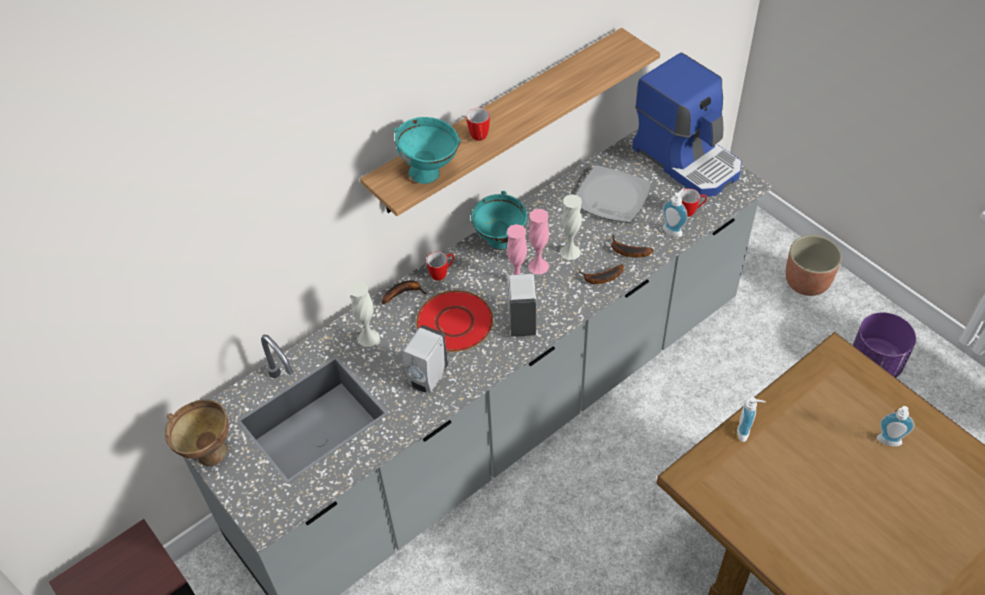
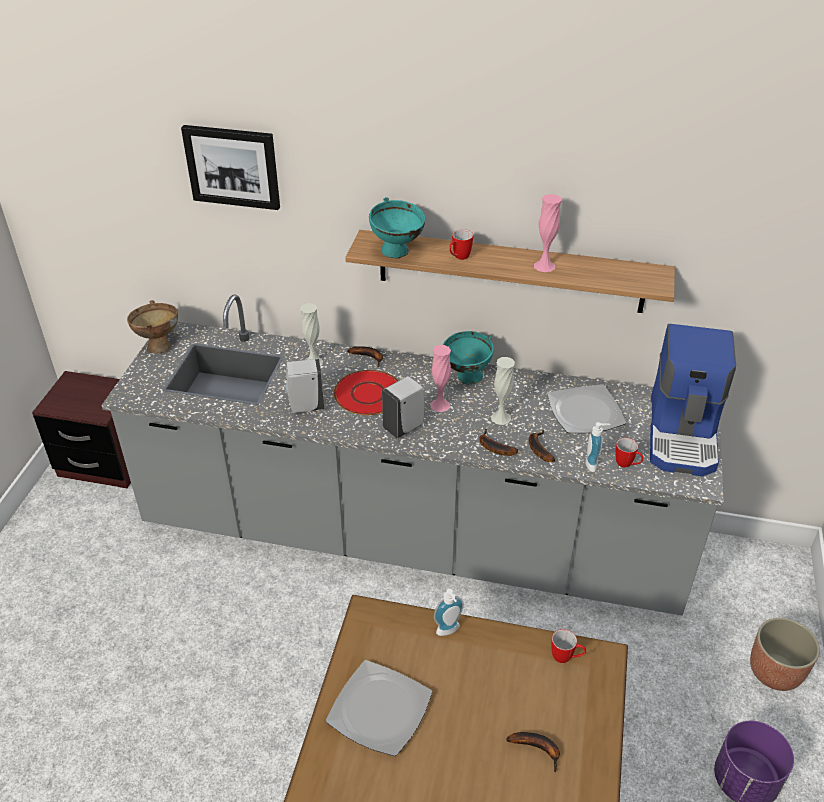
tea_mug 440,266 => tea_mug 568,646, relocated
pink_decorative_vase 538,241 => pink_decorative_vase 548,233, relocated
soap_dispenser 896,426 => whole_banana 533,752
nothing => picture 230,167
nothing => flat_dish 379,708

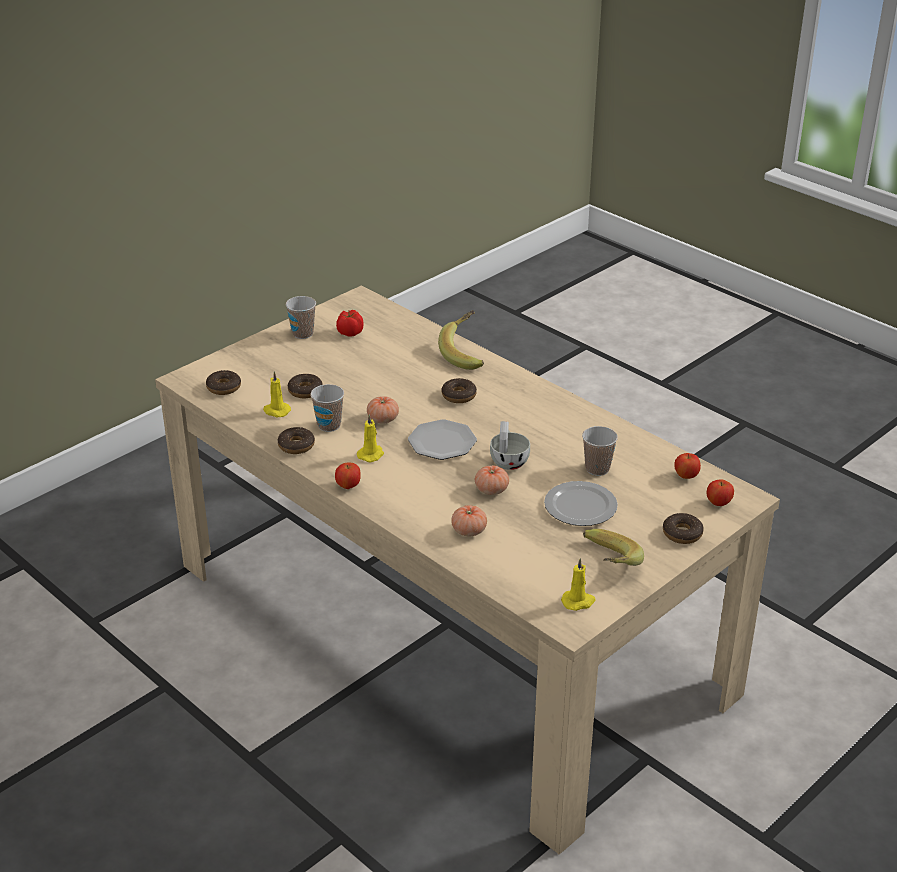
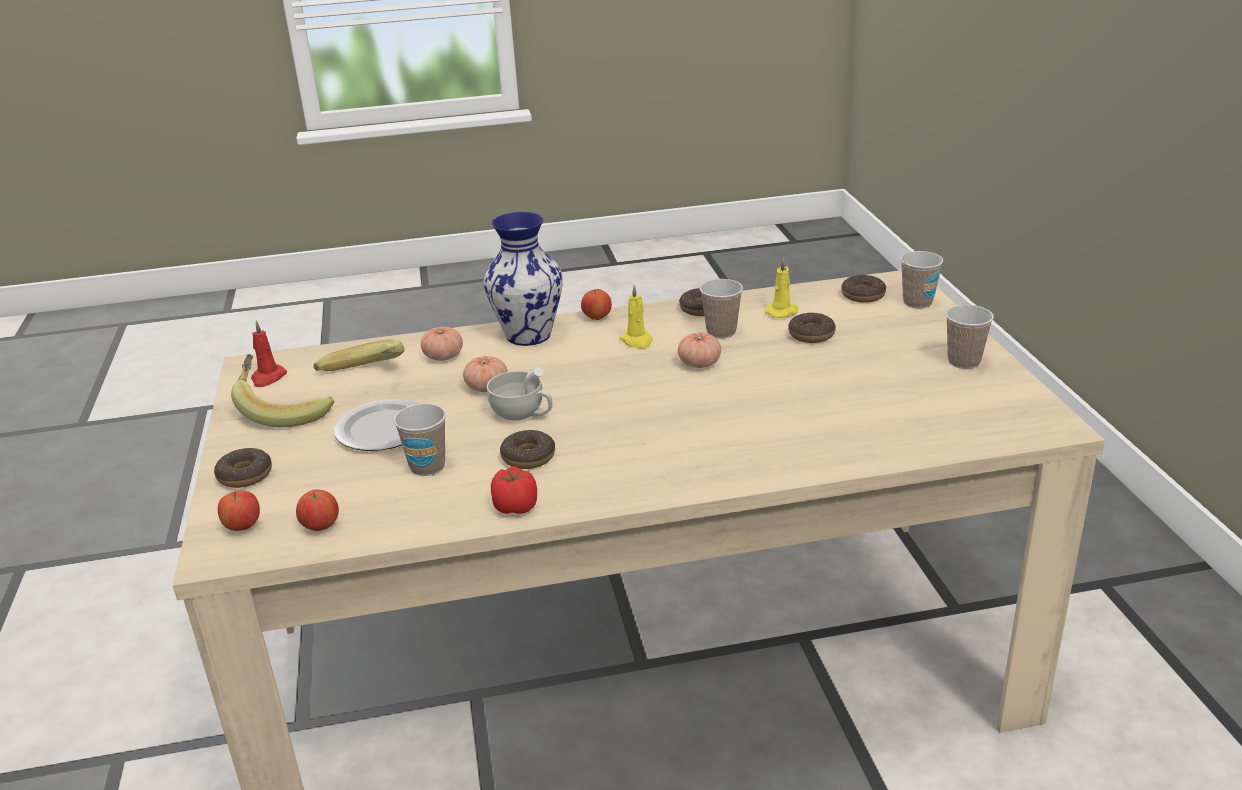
whole_tomato 350,323 => whole_tomato 514,490, relocated
flat_dish 442,439 => nothing
whole_banana 461,340 => whole_banana 359,355, relocated
ring_doughnut 459,390 => ring_doughnut 527,449, relocated
yellow-coloured_candle 578,584 => reddish_candle 269,354
nothing => decorative_vase 523,279
nothing => cup 921,280

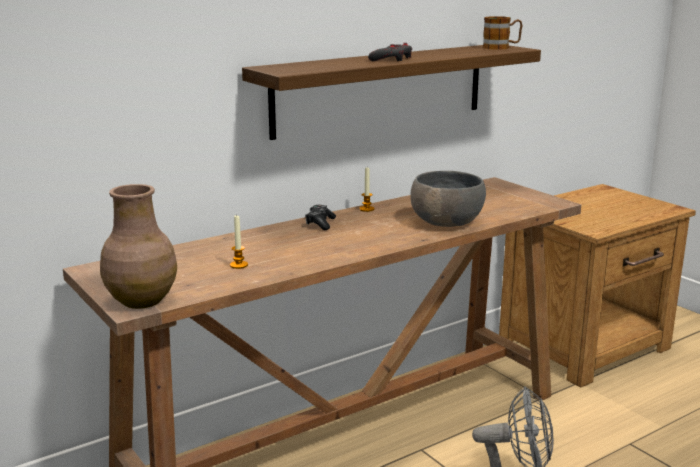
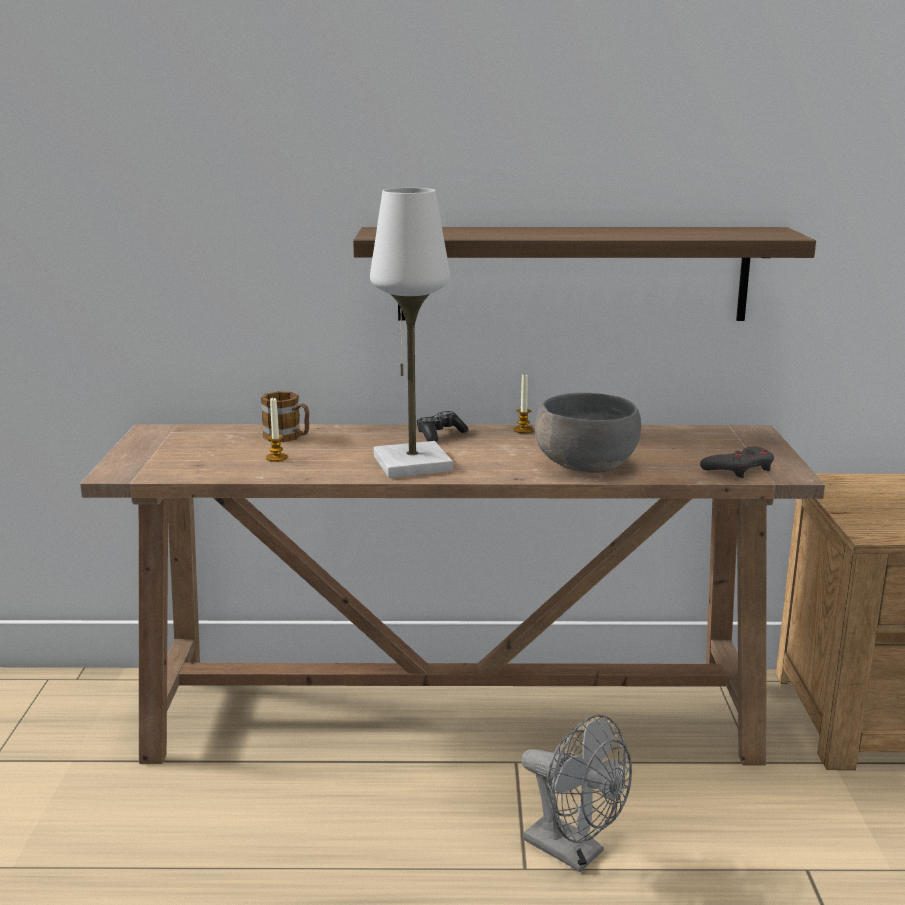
brown-coloured_decorative_vase 138,246 => nothing
greyish_joypad 390,52 => greyish_joypad 737,462, relocated
tea_mug 503,33 => tea_mug 285,416, relocated
nothing => white-coloured_tabletop_lamp 411,333

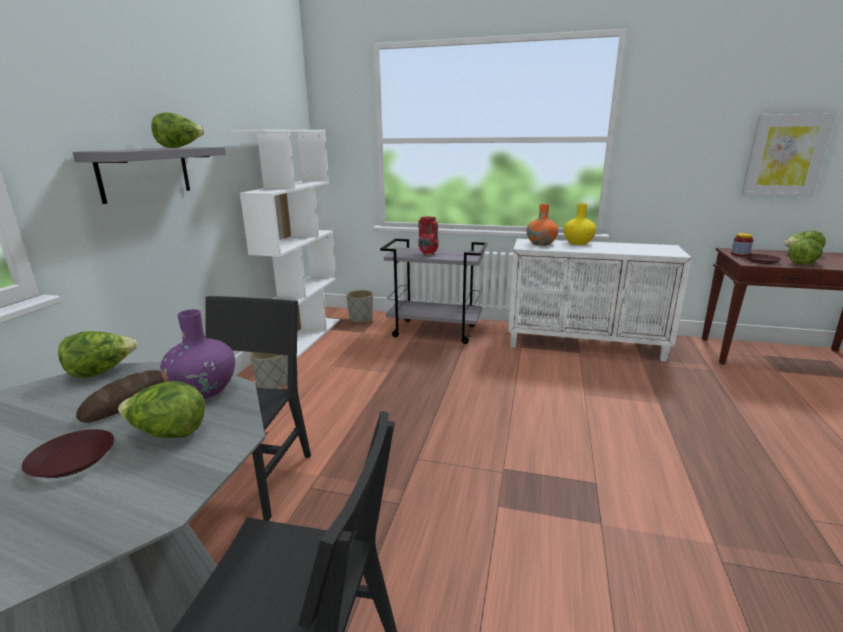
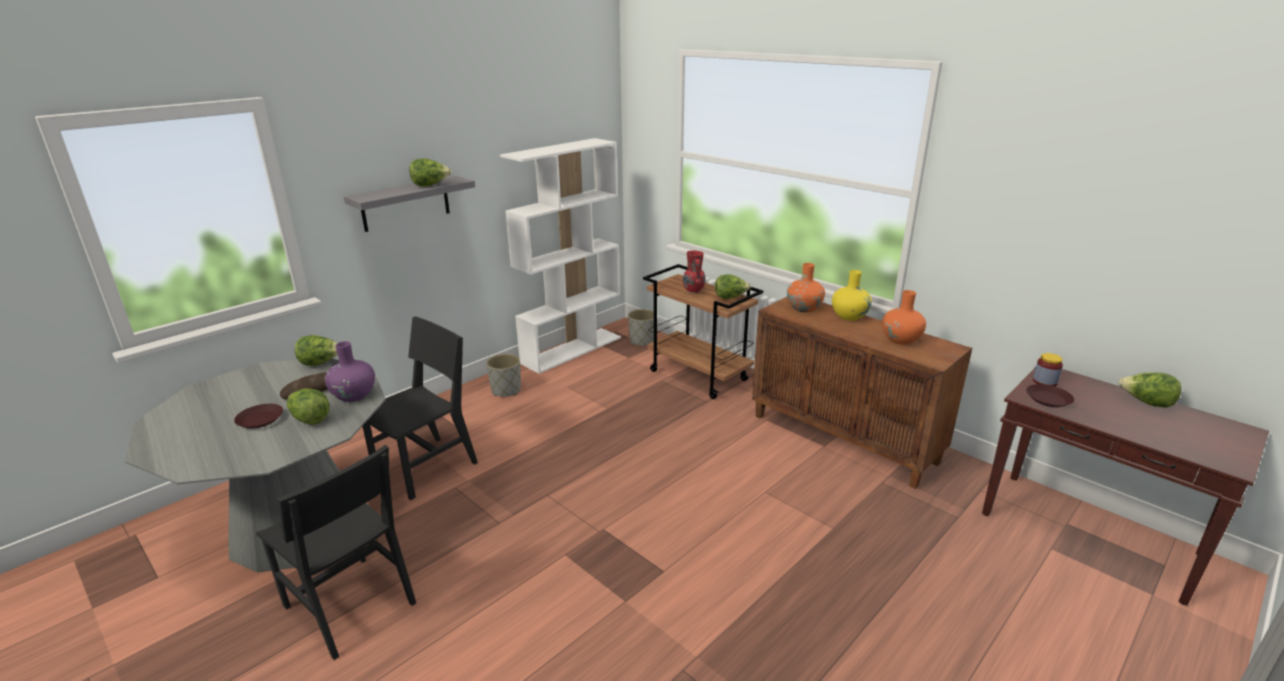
greyish_trolley 433,291 => brown-coloured_trolley 703,331
white-coloured_storage_cabinet 600,300 => brown-coloured_storage_cabinet 862,393
picture 788,155 => nothing
head_of_lettuce 805,252 => head_of_lettuce 733,286, relocated
nothing => orange-coloured_decorative_vase 904,317

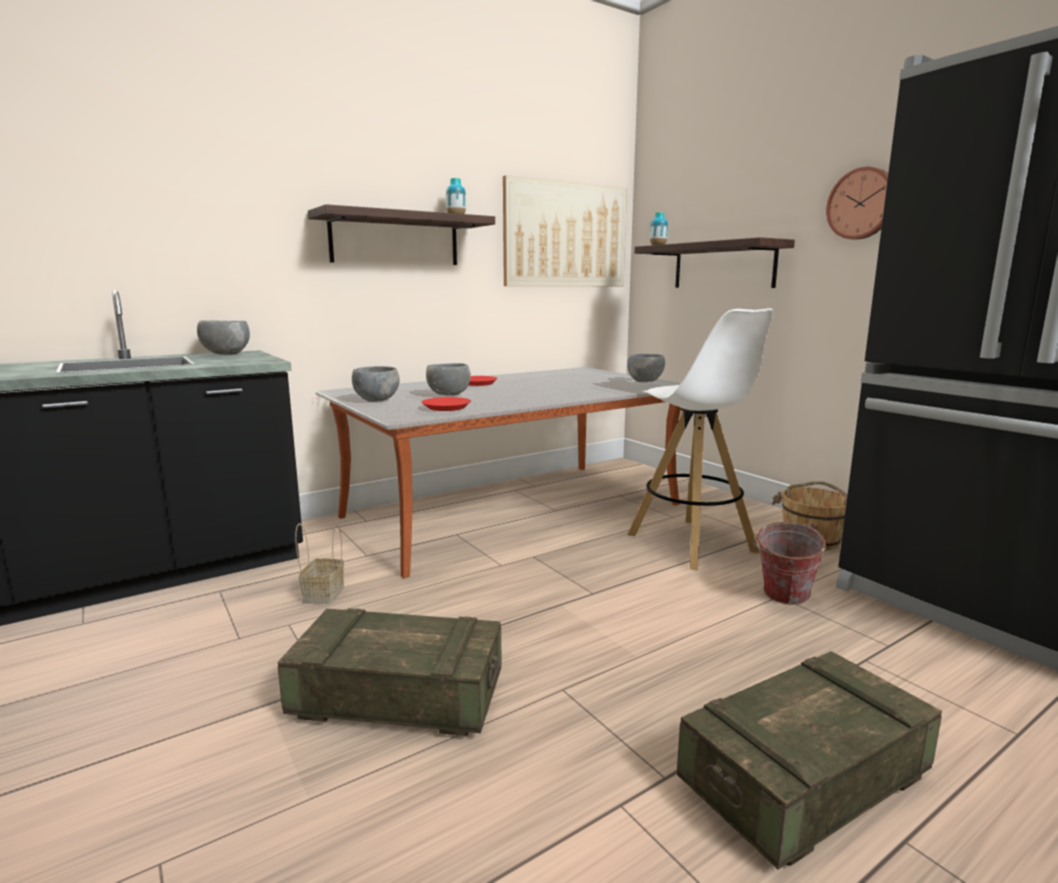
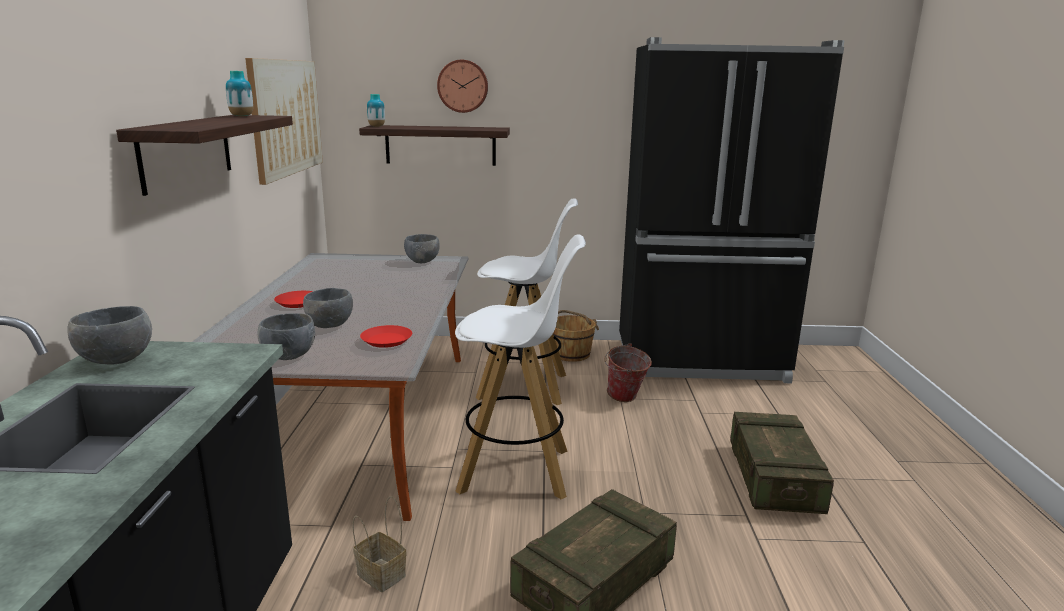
clock_on_the_wall 857,203 => clock_on_the_wall 462,86, relocated
nothing => white-coloured_sitting_stool 520,366

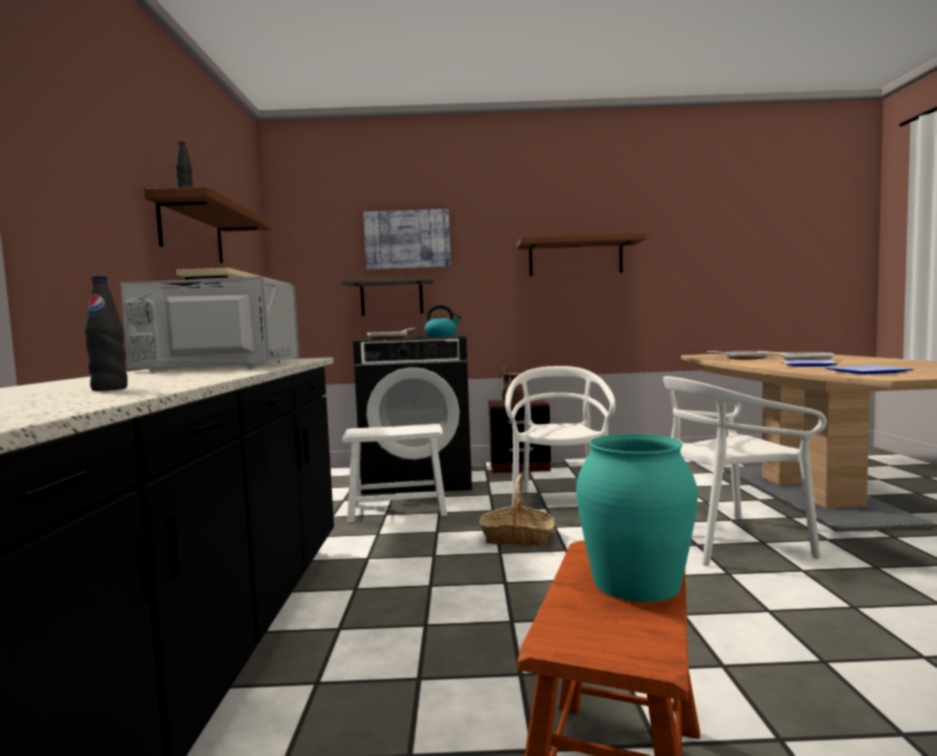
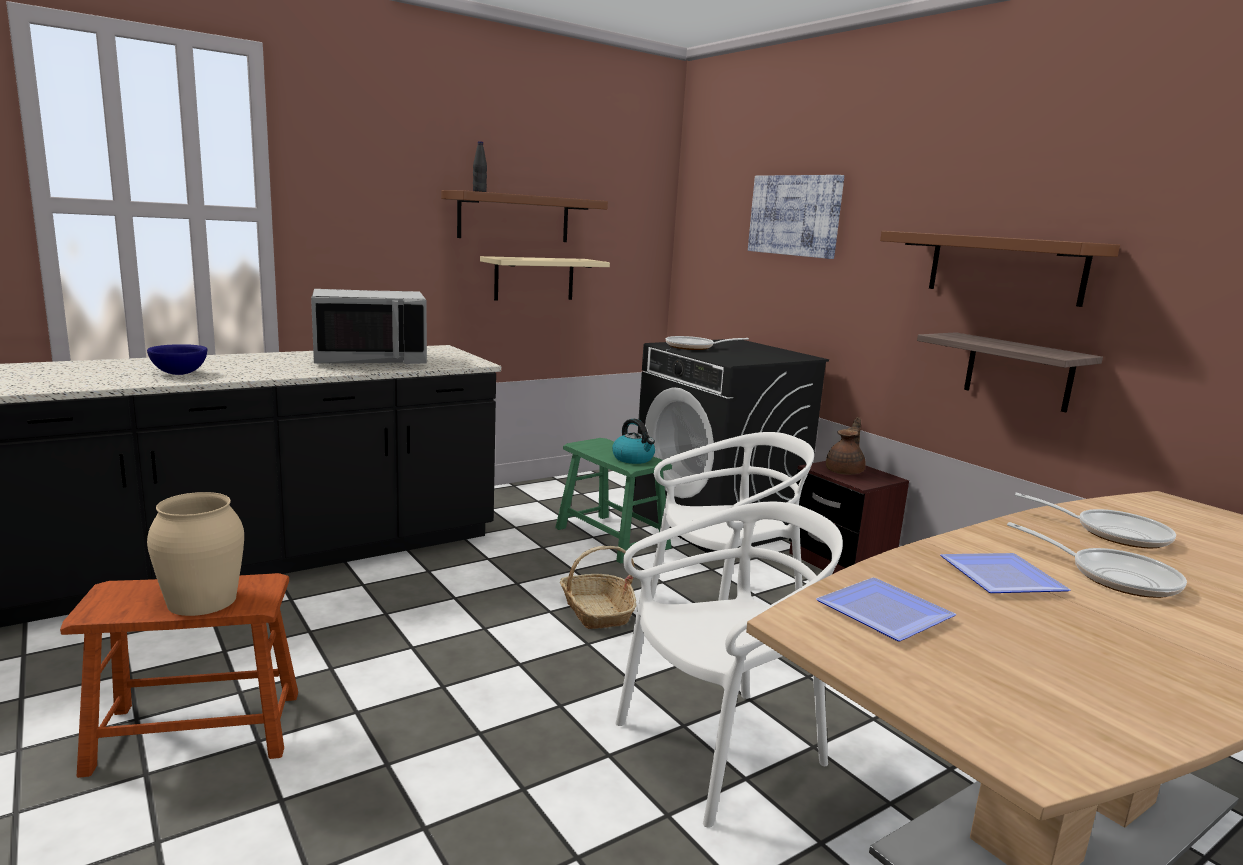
black-coloured_bottle 106,333 => bluish_bowl 177,359
greyish_microwave 209,324 => greyish_microwave 369,326, 105 degrees clockwise
wall_shelf 387,296 => wall_shelf 1010,372, relocated
white-coloured_sitting_stool 394,473 => green-coloured_sitting_stool 613,501
water_kettle 442,321 => water_kettle 633,441, relocated
turquoise_decorative_vase 637,518 => sand-coloured_decorative_vase 195,554
white-coloured_upright_chair 745,471 => white-coloured_upright_chair 729,665, 105 degrees clockwise

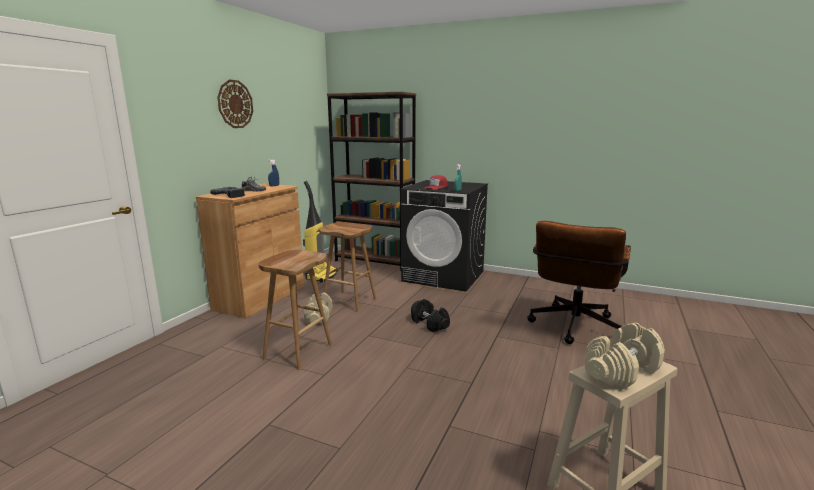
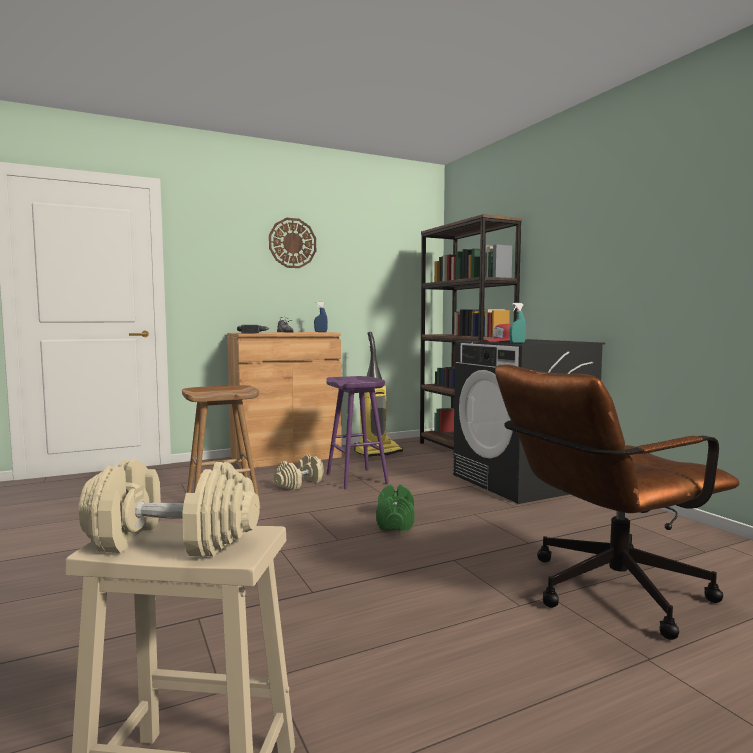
brown-coloured_sitting_stool 347,267 => purplish_sitting_stool 357,432
black-coloured_hand_weight 430,315 => green-coloured_hand_weight 395,507

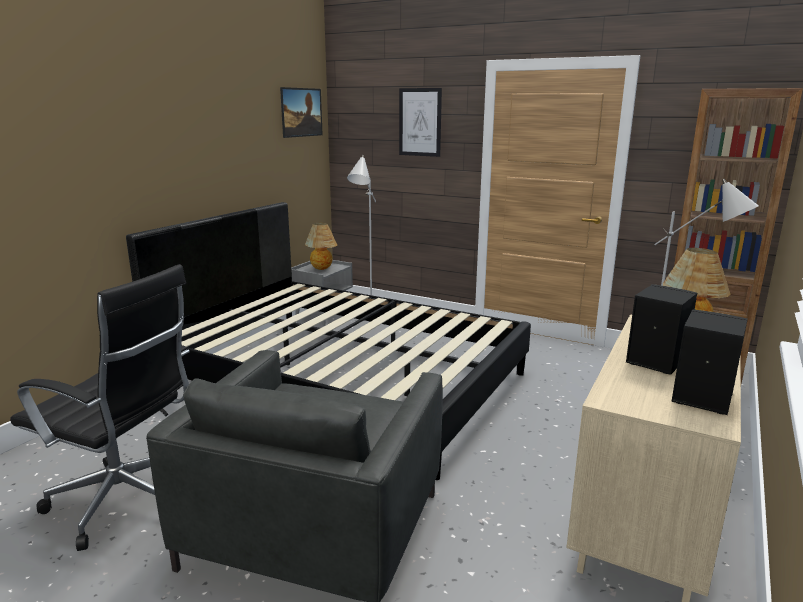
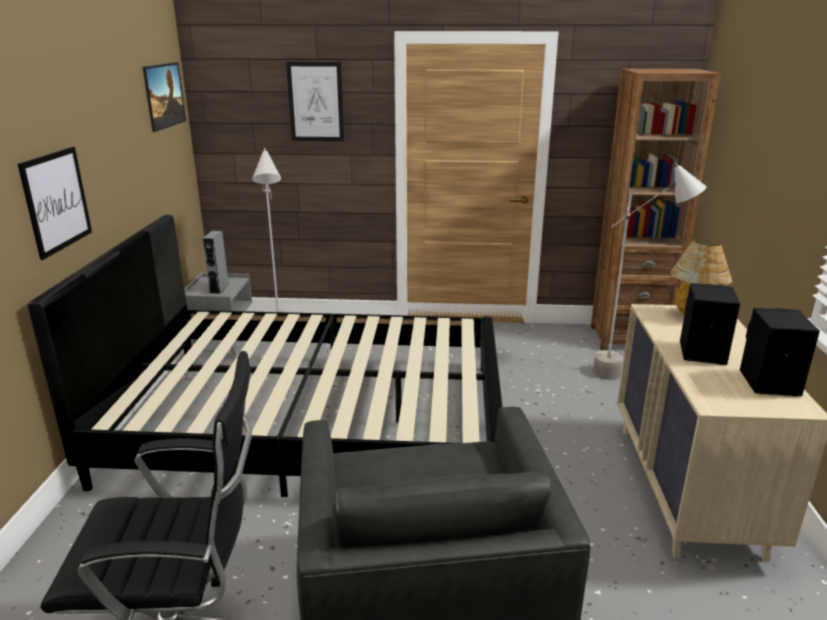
tabletop_lamp 321,246 => greyish_speaker 215,262
nothing => picture 55,203

